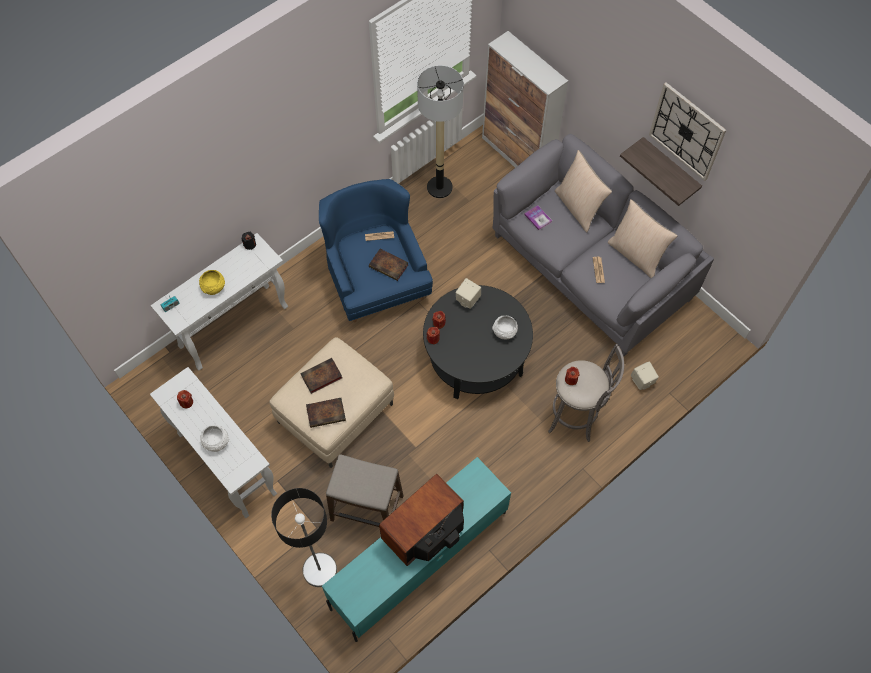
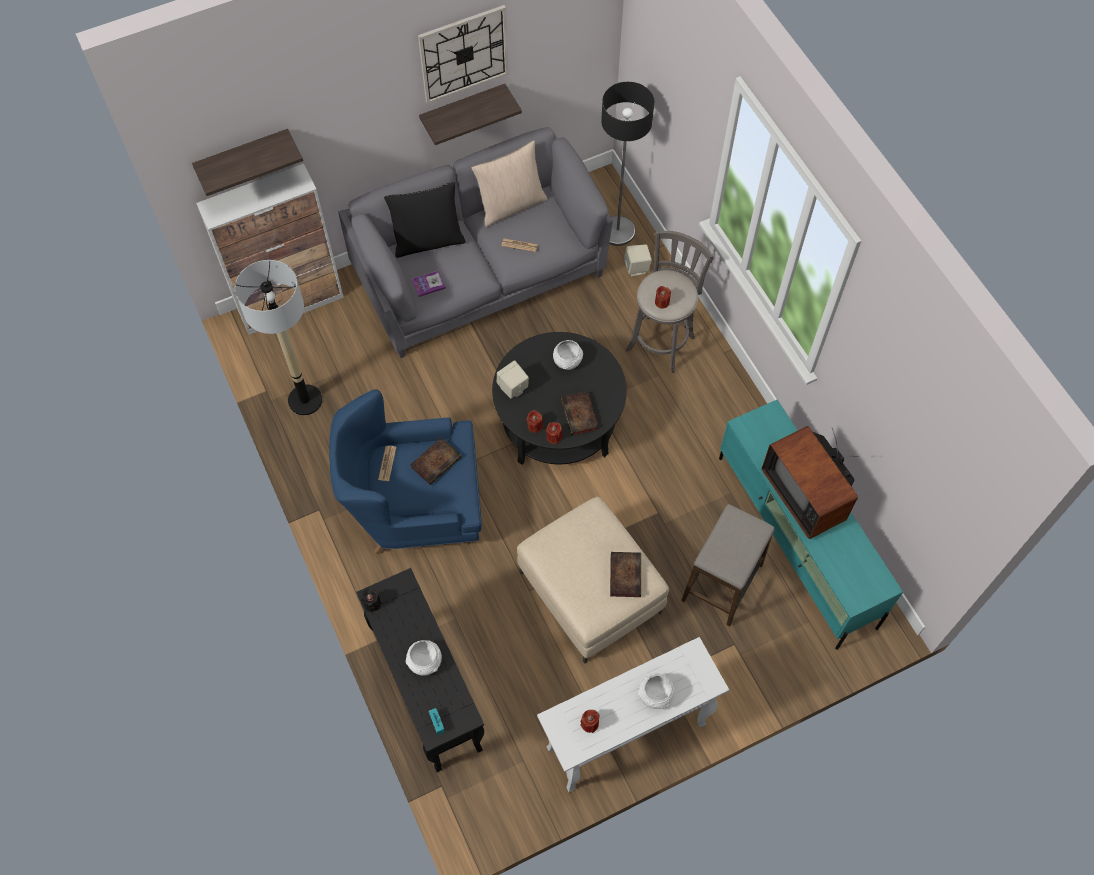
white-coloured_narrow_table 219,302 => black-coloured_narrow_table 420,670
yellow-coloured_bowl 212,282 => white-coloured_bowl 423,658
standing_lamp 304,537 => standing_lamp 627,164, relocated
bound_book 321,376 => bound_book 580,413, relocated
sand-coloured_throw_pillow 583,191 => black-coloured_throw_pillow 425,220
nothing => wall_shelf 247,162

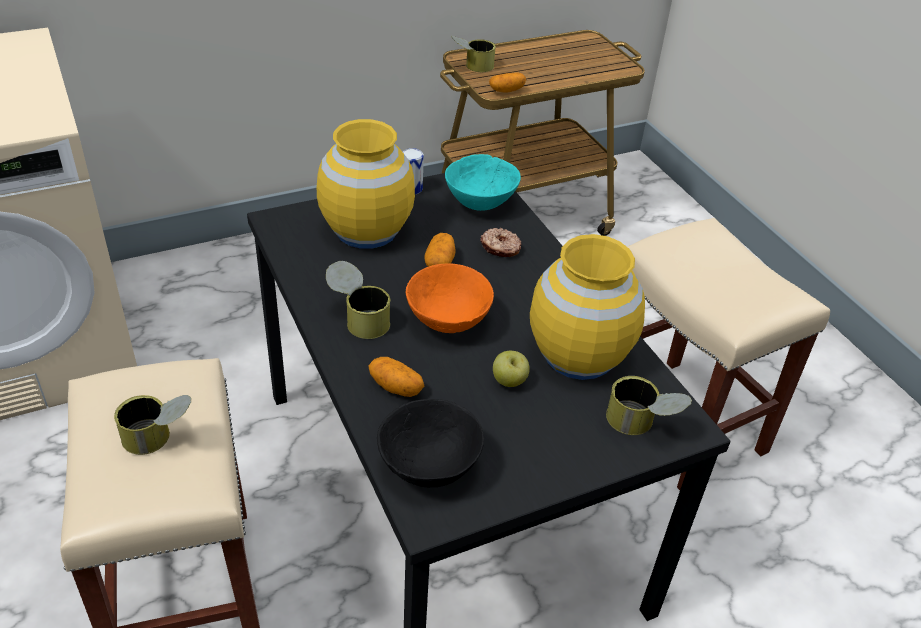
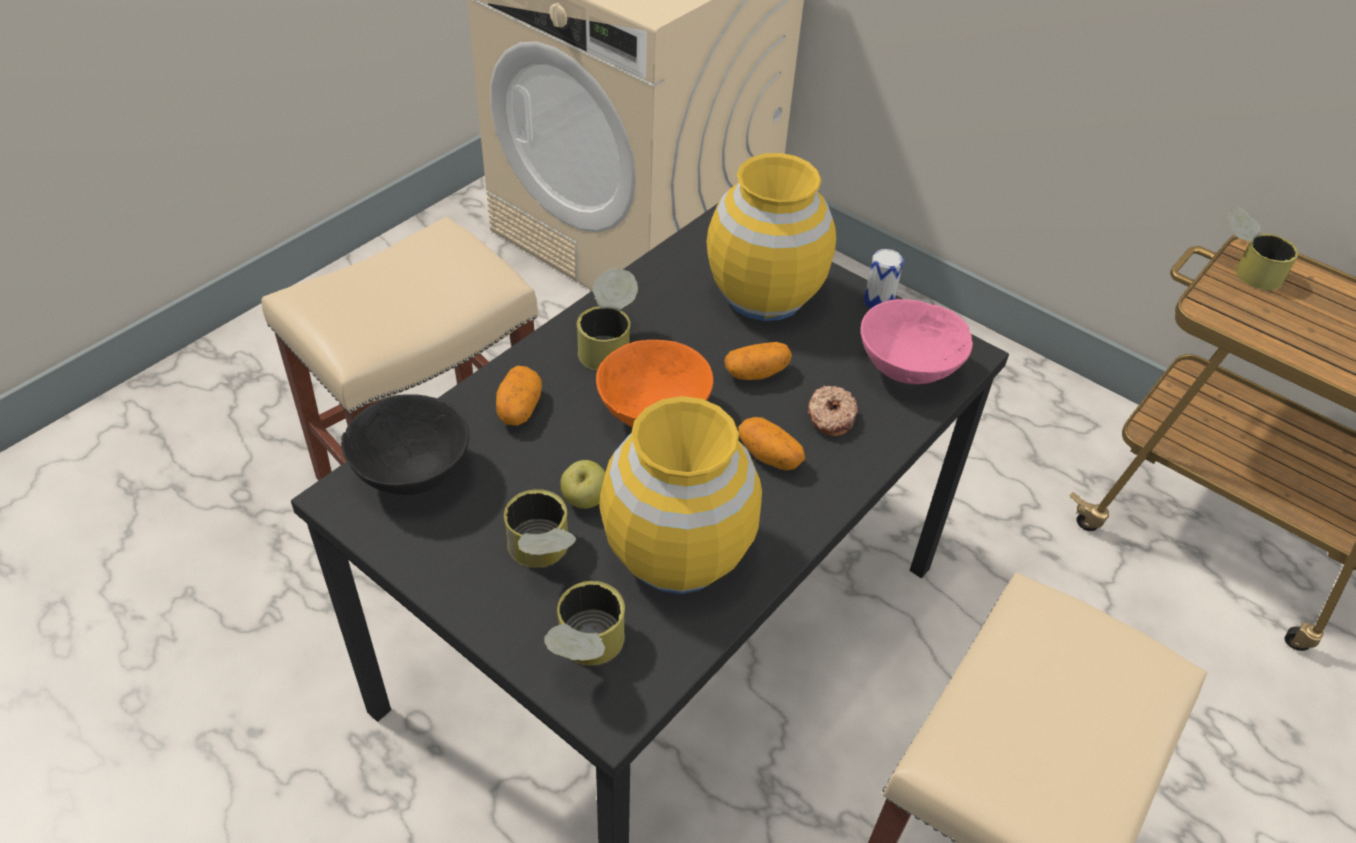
sealed_can 153,425 => sealed_can 540,528, relocated
turquoise_bowl 483,182 => pink_bowl 917,341
whole_potato 507,82 => whole_potato 771,443, relocated

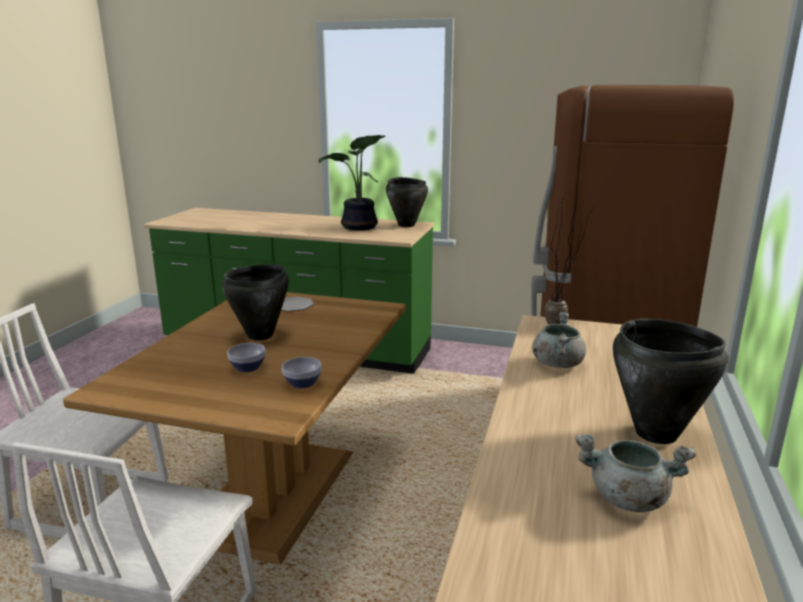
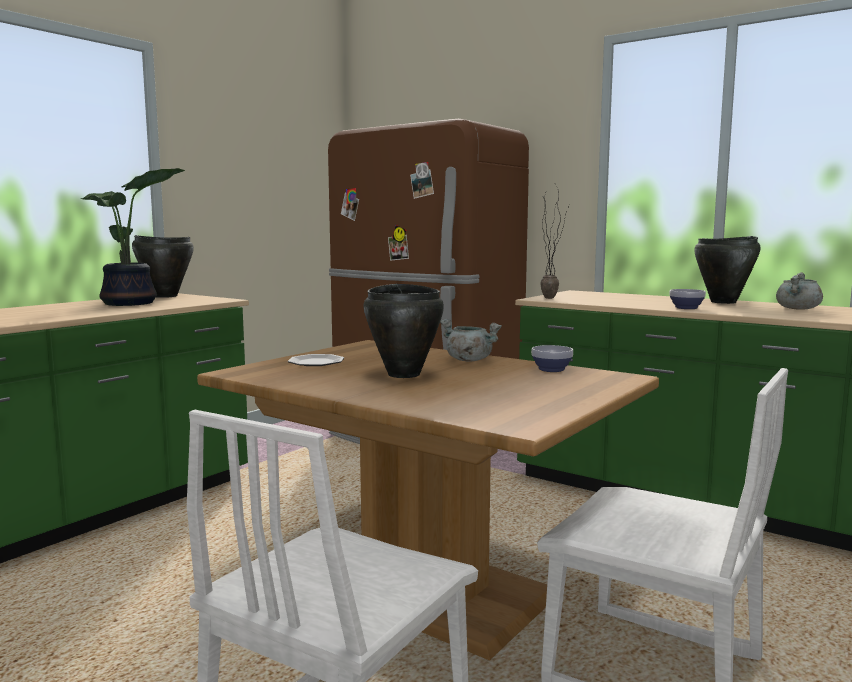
bowl 246,357 => bowl 687,299, relocated
greyish_stockpot 559,340 => greyish_stockpot 471,340, relocated

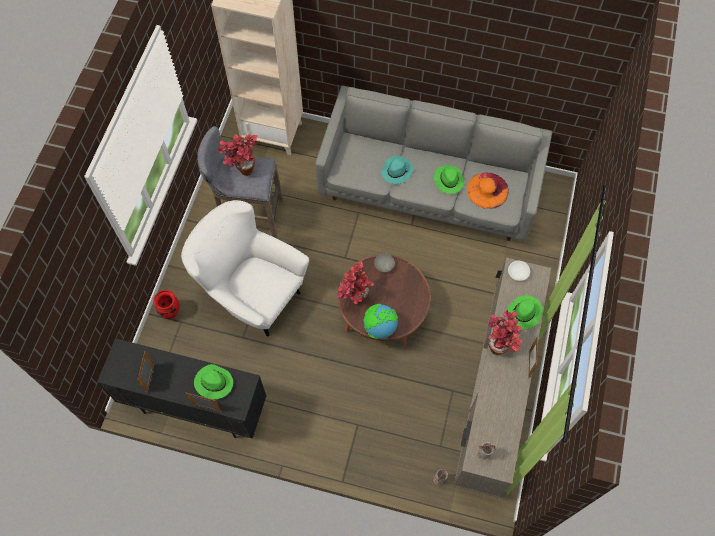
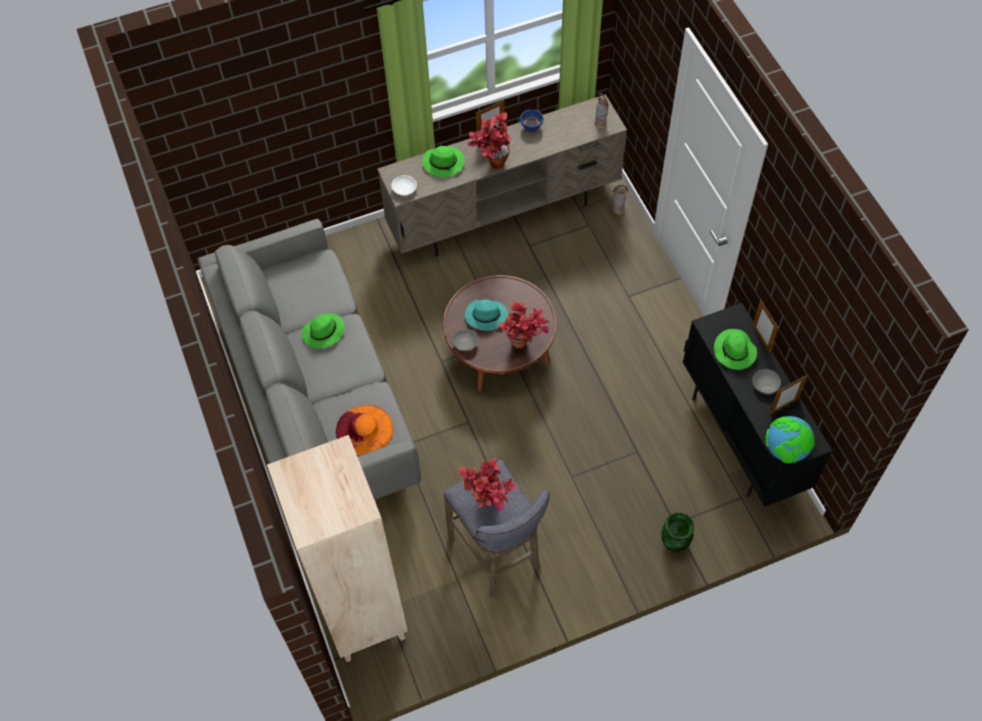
reddish_decorative_vase 166,304 => green-coloured_decorative_vase 677,532
white-coloured_armchair 245,268 => nothing
globe 380,321 => globe 790,439, relocated
turquoise_wearable_hat 397,170 => turquoise_wearable_hat 486,315, relocated
orange-coloured_wearable_hat 488,191 => orange-coloured_wearable_hat 364,430, relocated
nothing => bluish_bowl 531,120
nothing => greyish_bowl 766,381

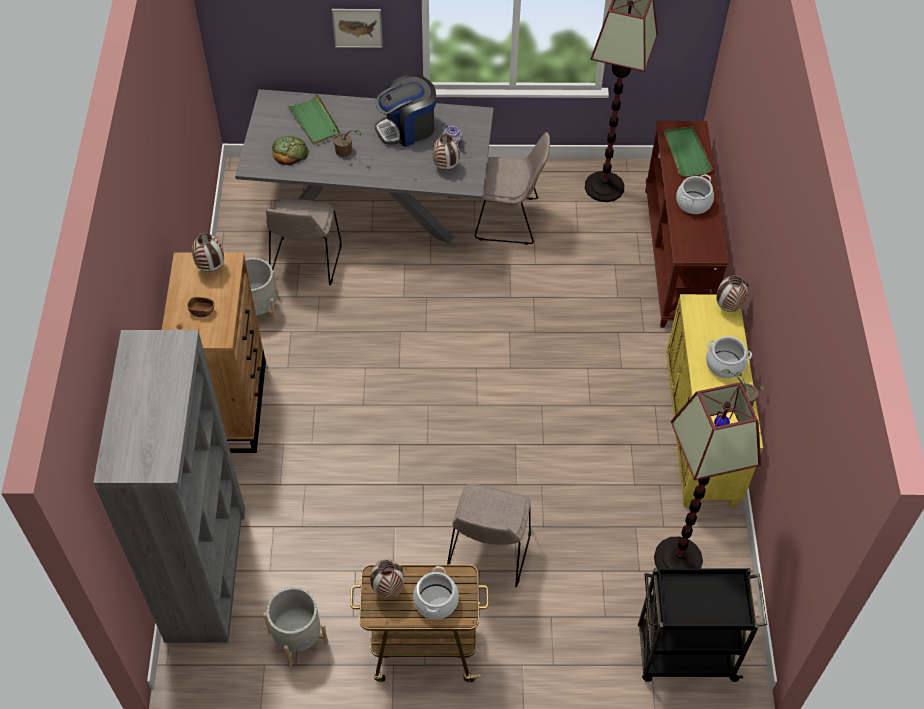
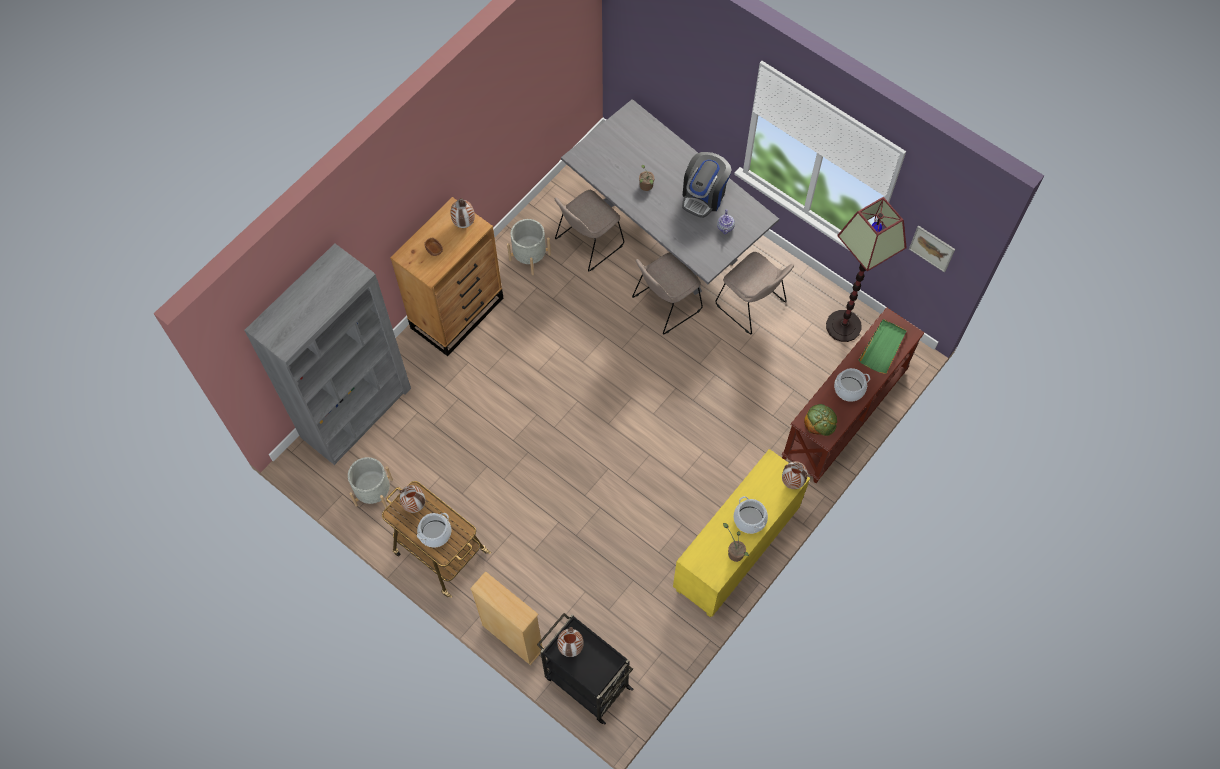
baked_bread 290,150 => baked_bread 820,420, relocated
green-coloured_serving_tray 313,119 => nothing
picture 357,28 => picture 932,249, relocated
coffee_brewer 405,110 => coffee_brewer 706,185, 75 degrees counterclockwise
decorative_vase 446,152 => decorative_vase 570,642, relocated
sand-coloured_upright_chair 489,535 => sand-coloured_upright_chair 667,293, relocated
standing_lamp 707,475 => nothing
nothing => sand-coloured_bookcase 506,618

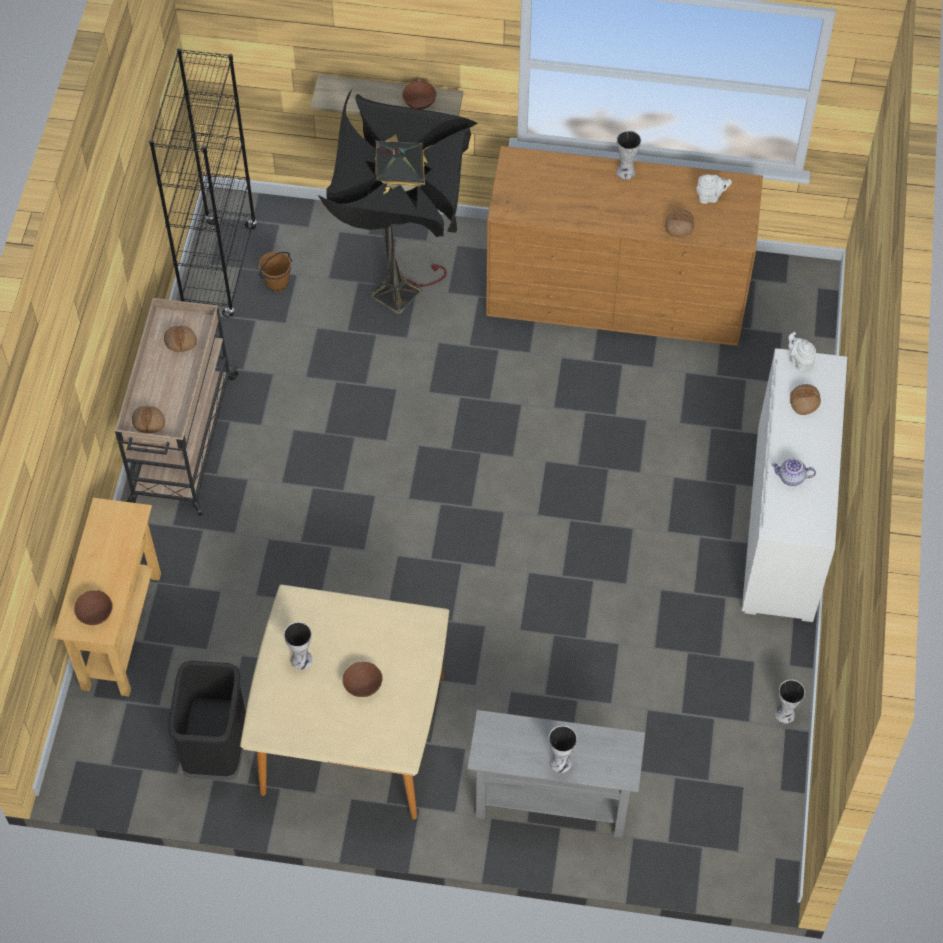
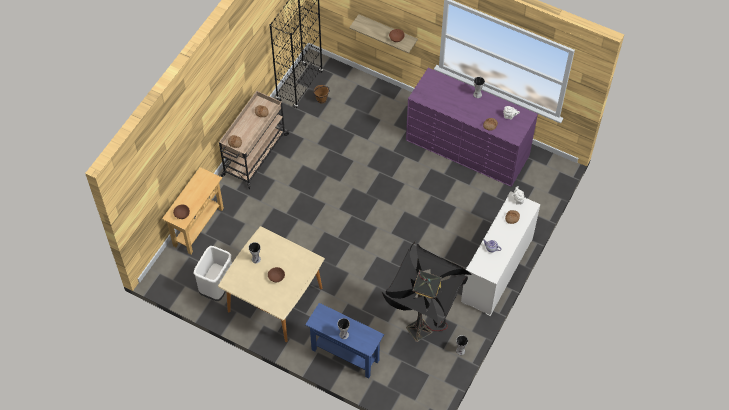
black-coloured_waste_bin 207,721 => white-coloured_waste_bin 212,273
black-coloured_standing_lamp 398,201 => black-coloured_standing_lamp 427,291, relocated
greyish_narrow_table 556,774 => bluish_narrow_table 344,340
brown-coloured_dresser 624,246 => purplish_dresser 472,127

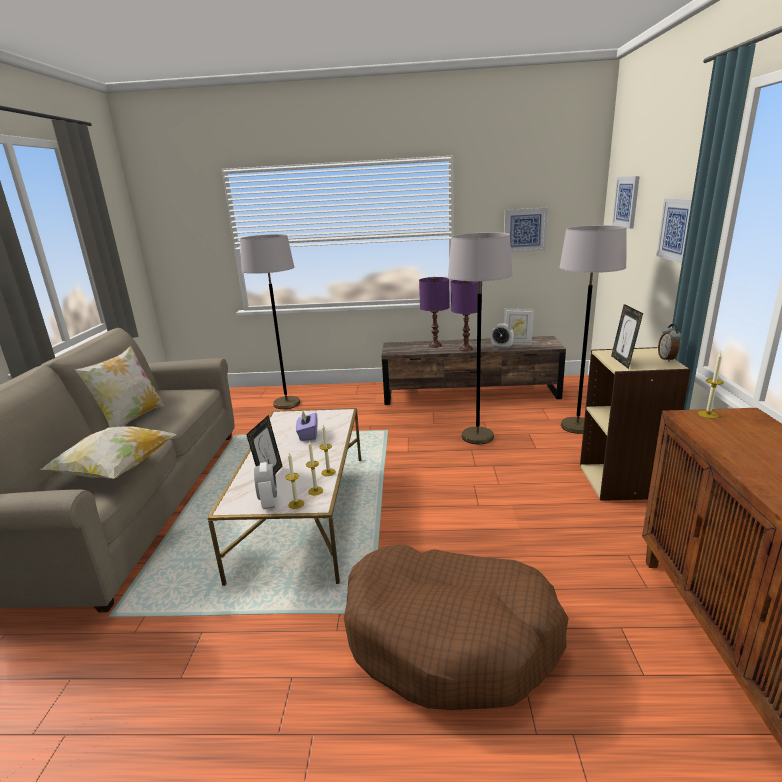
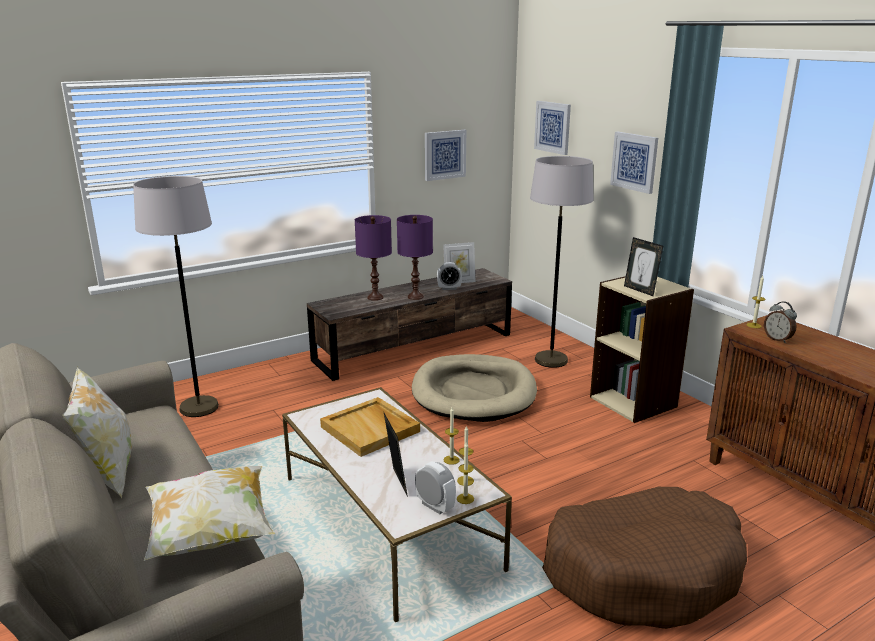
purplish_tissue_holder 307,426 => sand-coloured_serving_tray 370,427
greyish_standing_lamp 480,338 => sand-coloured_pet_bed 474,388
alarm_clock 670,343 => alarm_clock 780,322, relocated

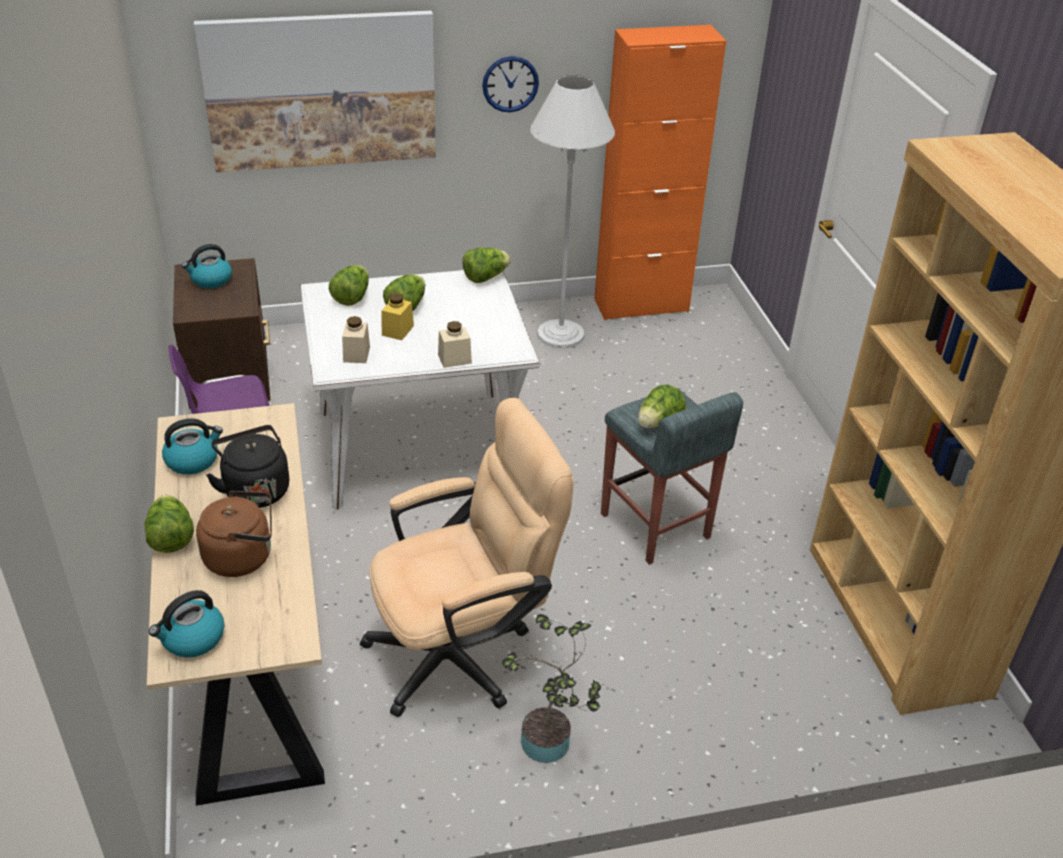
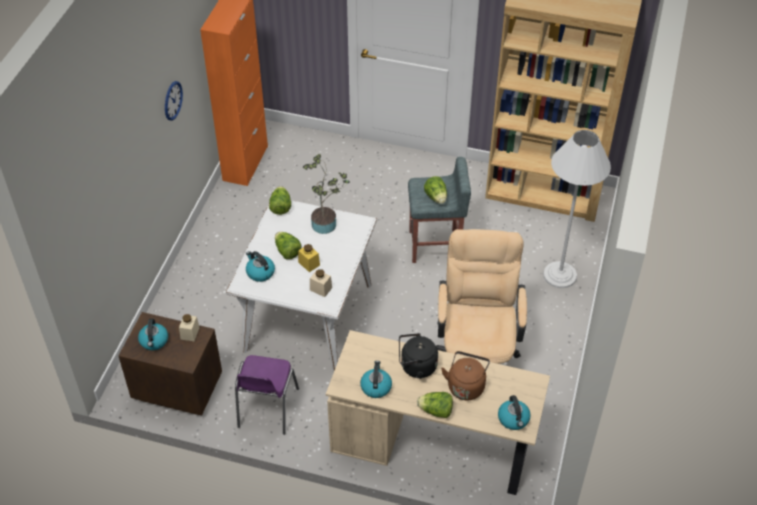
picture 315,91 => nothing
head_of_lettuce 349,285 => water_kettle 260,266
sand-coloured_storage_jar 455,344 => sand-coloured_storage_jar 189,327, relocated
houseplant 551,688 => houseplant 326,194, relocated
white-coloured_standing_lamp 572,211 => white-coloured_standing_lamp 577,209, relocated

